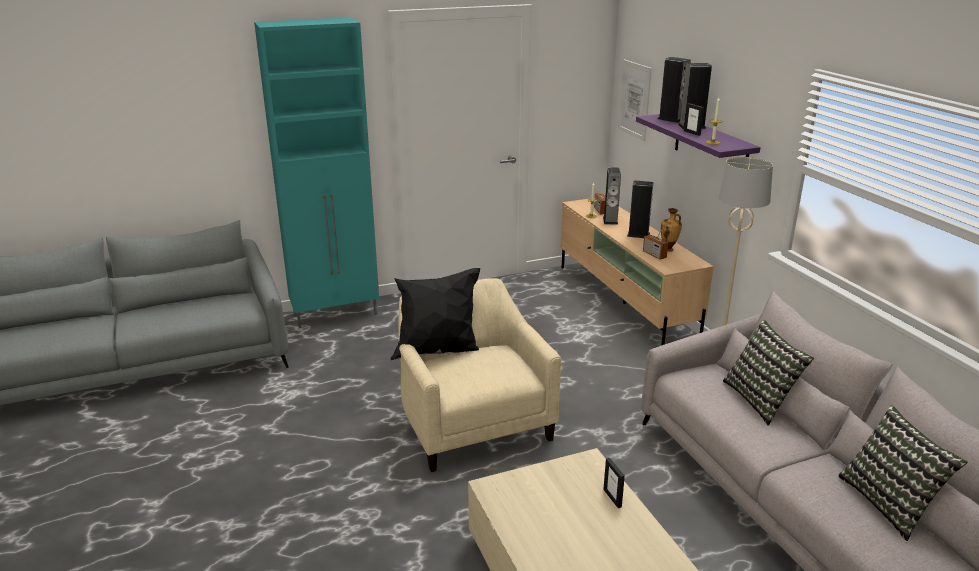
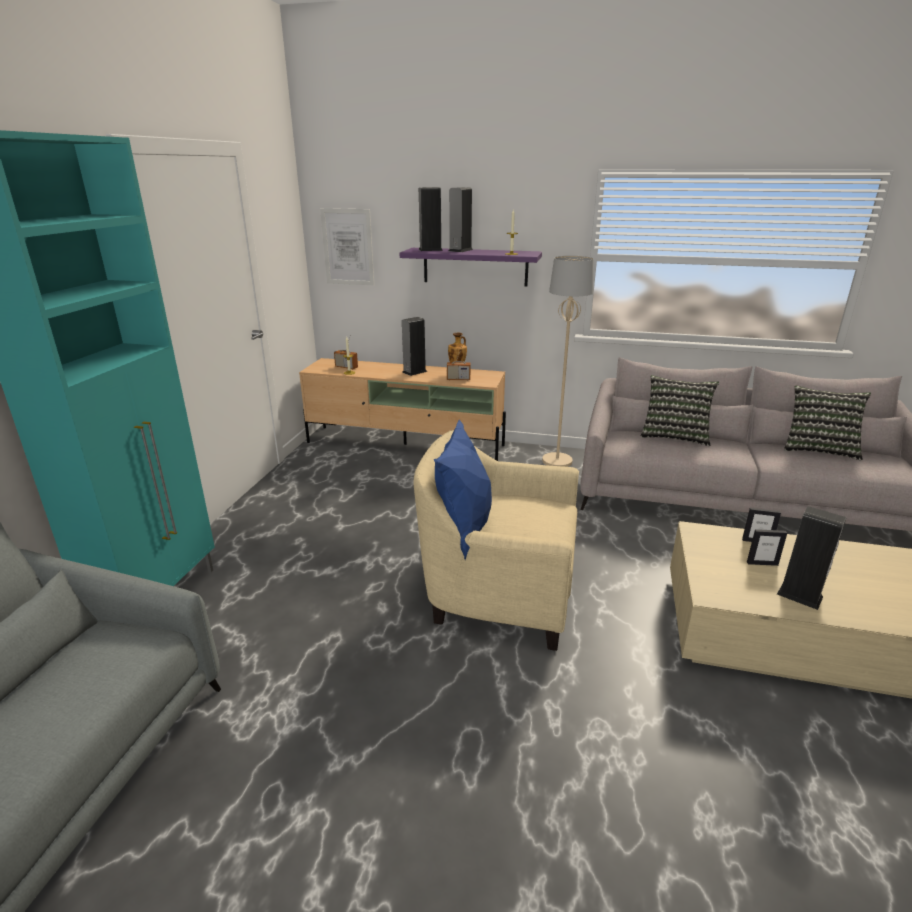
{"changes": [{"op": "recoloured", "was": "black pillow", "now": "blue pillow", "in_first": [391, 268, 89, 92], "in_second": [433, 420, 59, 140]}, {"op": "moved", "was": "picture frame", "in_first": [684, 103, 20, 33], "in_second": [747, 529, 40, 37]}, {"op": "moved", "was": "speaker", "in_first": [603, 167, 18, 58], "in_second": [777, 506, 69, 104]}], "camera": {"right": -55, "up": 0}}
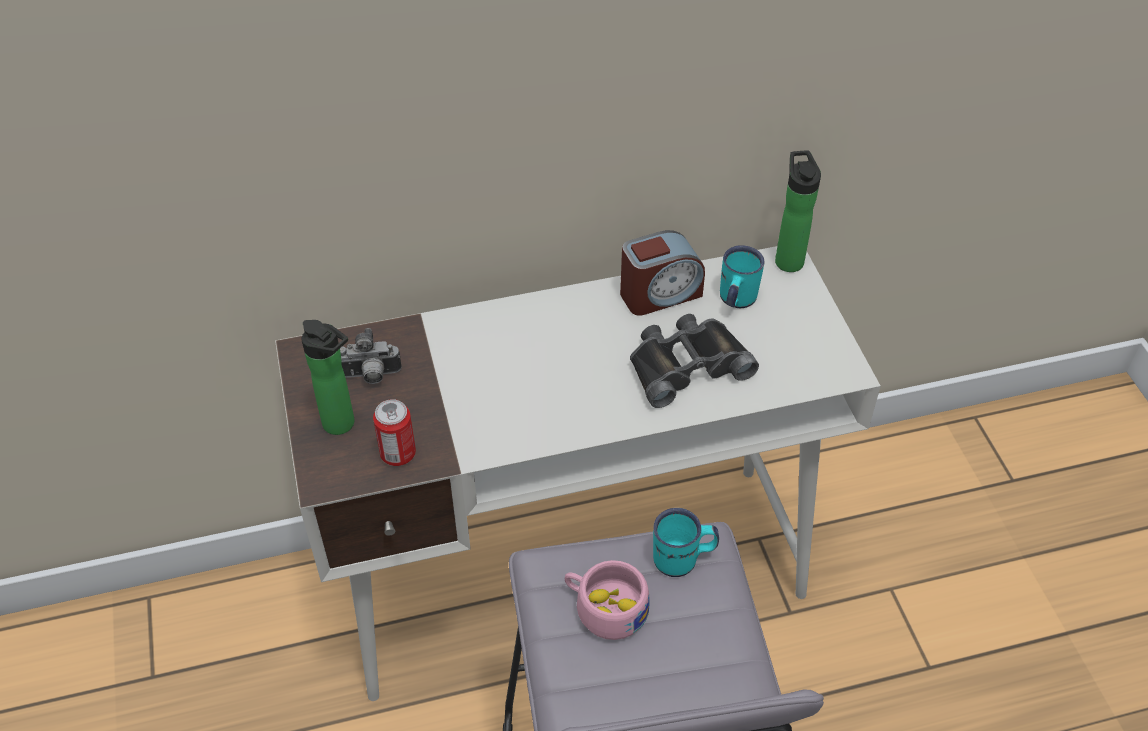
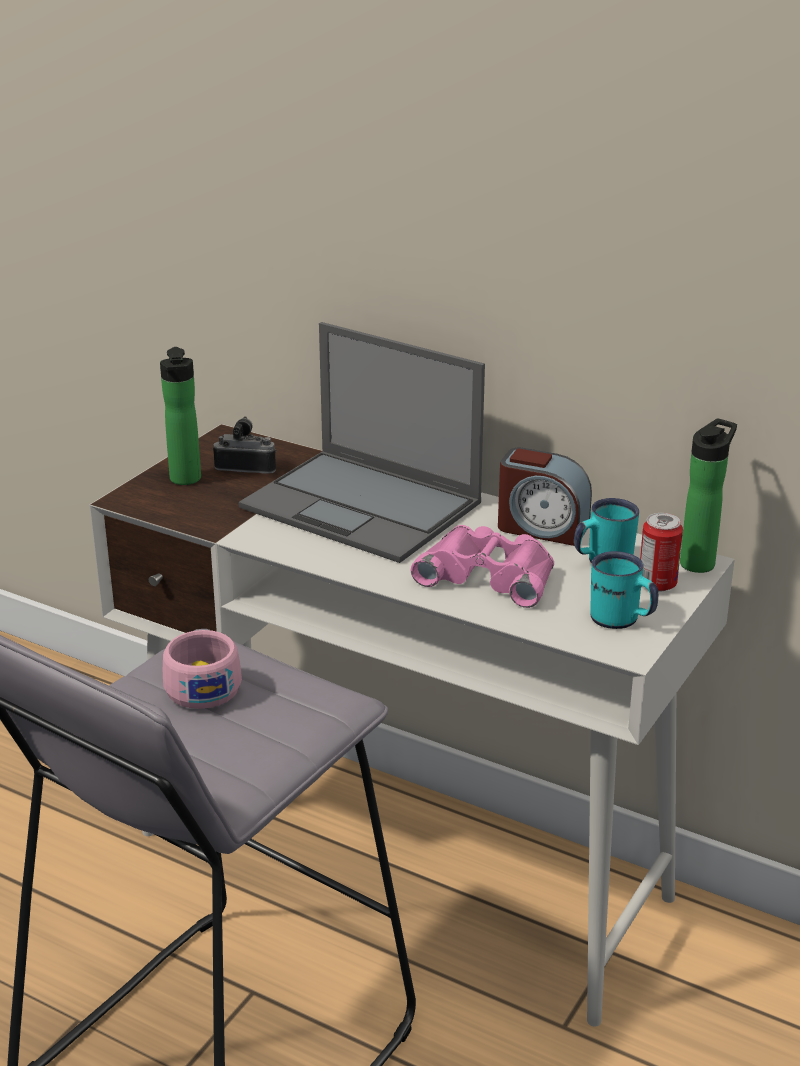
{"changes": [{"op": "turned", "was": "photo camera", "in_first": [340, 328, 62, 56], "in_second": [213, 416, 64, 58], "clockwise": 150}, {"op": "added", "now": "laptop", "in_second": [238, 322, 247, 241]}, {"op": "recoloured", "was": "black binoculars", "now": "pink binoculars", "in_first": [630, 314, 129, 94], "in_second": [411, 525, 143, 83]}, {"op": "moved", "was": "turquoise mug", "in_first": [653, 508, 66, 69], "in_second": [590, 551, 68, 78]}, {"op": "moved", "was": "can", "in_first": [373, 399, 43, 67], "in_second": [640, 513, 43, 79]}], "camera": {"right": 45, "up": -20}}
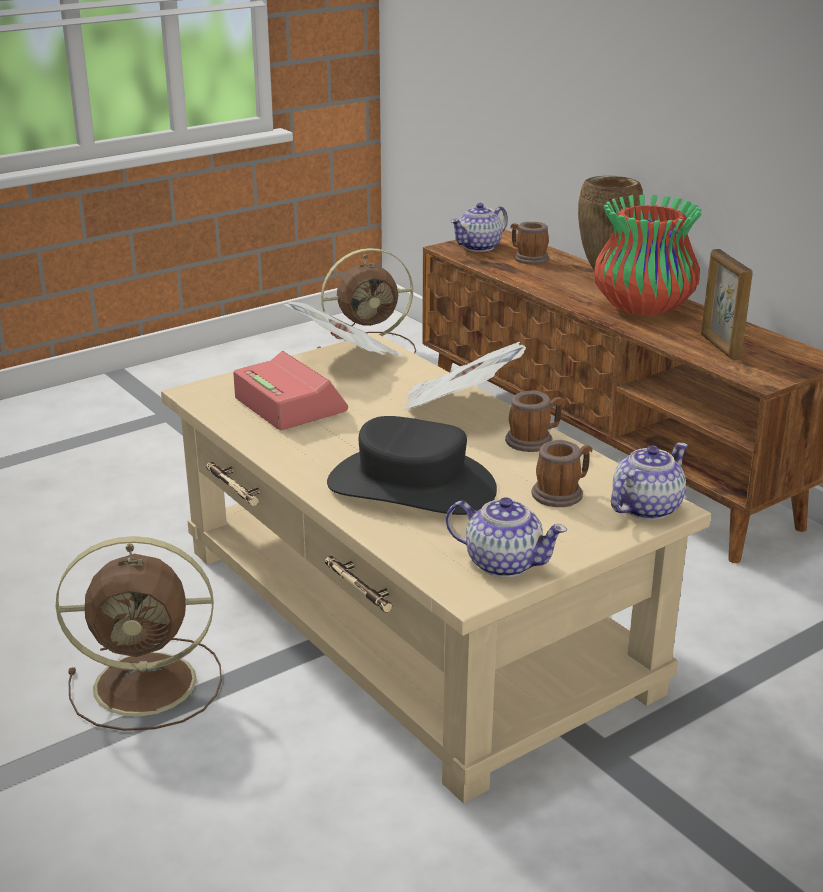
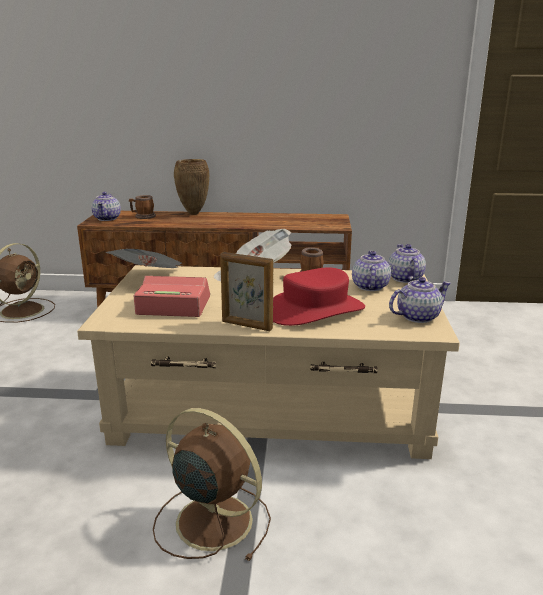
{"changes": [{"op": "turned", "was": "brown fan", "in_first": [56, 536, 166, 195], "in_second": [153, 408, 118, 153], "clockwise": -90}, {"op": "moved", "was": "picture frame", "in_first": [701, 249, 51, 111], "in_second": [220, 252, 53, 79]}, {"op": "recoloured", "was": "black hat", "now": "red hat", "in_first": [327, 416, 170, 99], "in_second": [273, 267, 92, 59]}, {"op": "replaced", "was": "mug", "now": "teapot", "in_first": [531, 440, 61, 67], "in_second": [352, 251, 39, 40]}, {"op": "removed", "was": "vase", "in_first": [594, 194, 108, 121]}], "camera": {"right": -50, "up": -5}}
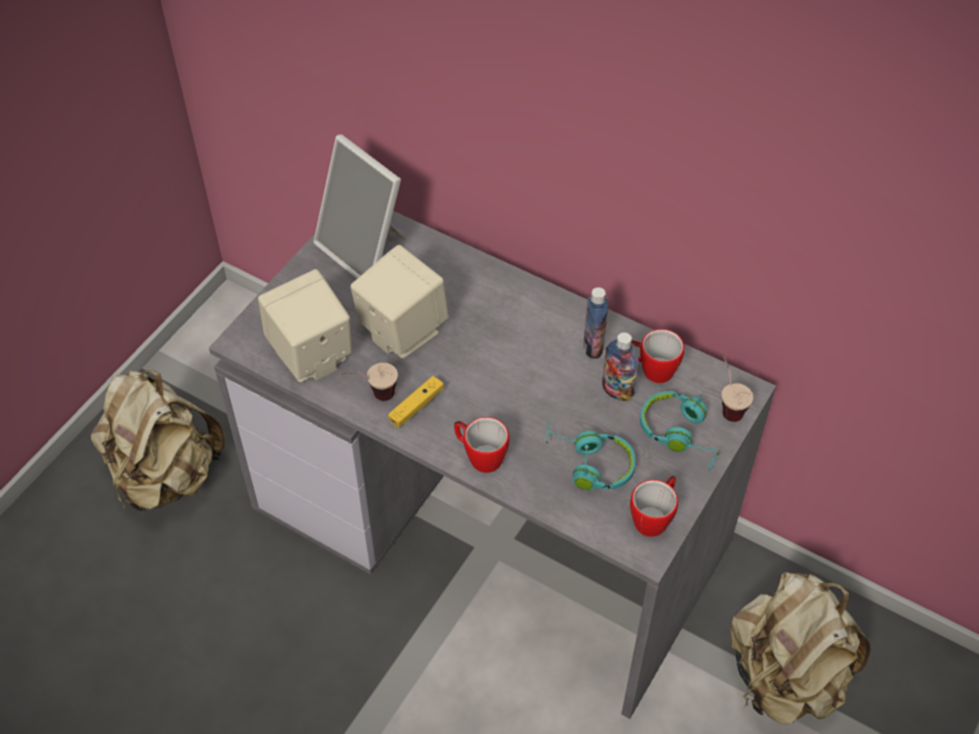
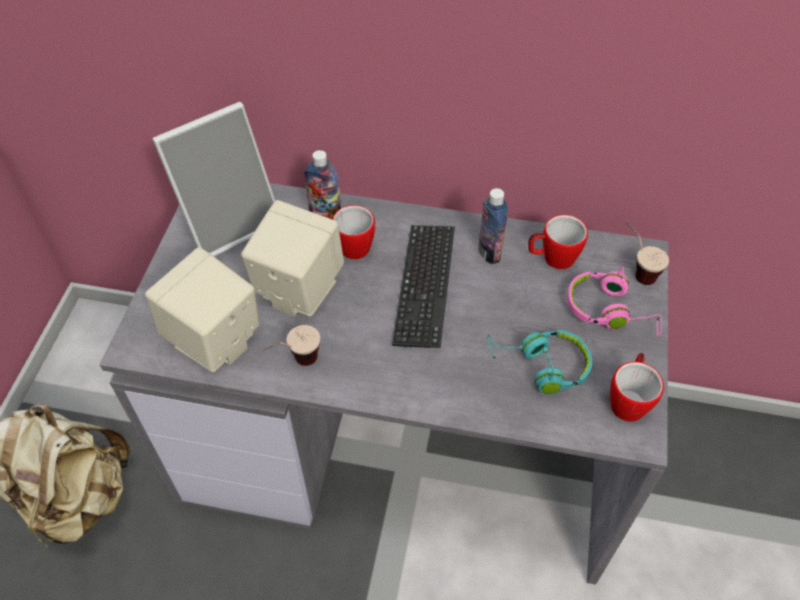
{"changes": [{"op": "turned", "was": "picture frame", "in_first": [313, 134, 93, 145], "in_second": [152, 102, 123, 155], "clockwise": -60}, {"op": "moved", "was": "bottle", "in_first": [602, 332, 36, 69], "in_second": [304, 150, 37, 68]}, {"op": "moved", "was": "mug", "in_first": [454, 417, 55, 56], "in_second": [324, 205, 51, 54]}, {"op": "added", "now": "keyboard", "in_second": [392, 225, 63, 123]}, {"op": "recoloured", "was": "turquoise headphones", "now": "pink headphones", "in_first": [640, 391, 80, 79], "in_second": [567, 266, 95, 71]}, {"op": "removed", "was": "yellow game controller", "in_first": [388, 376, 56, 52]}, {"op": "removed", "was": "beige backpack", "in_first": [730, 572, 141, 152]}], "camera": {"right": -20, "up": 0}}
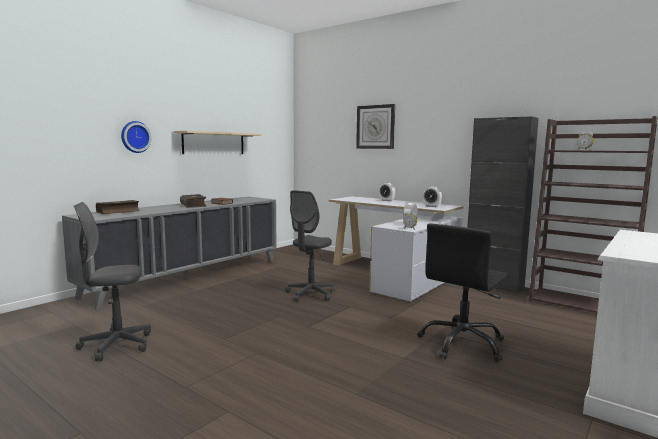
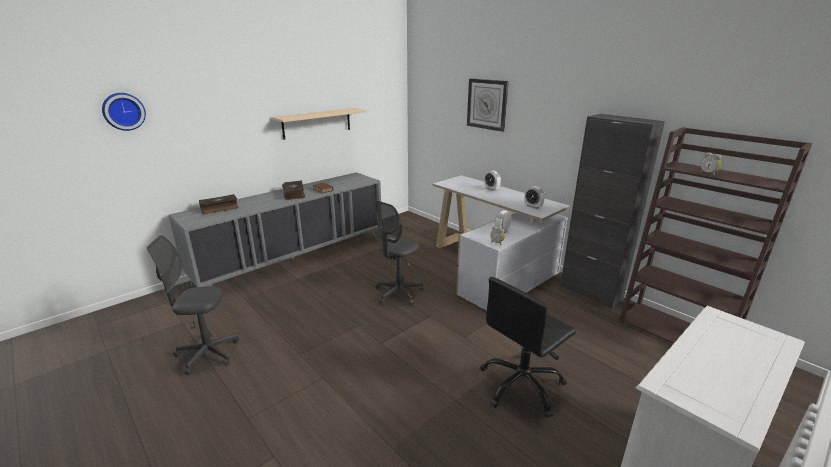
{"changes": [{"op": "moved", "was": "wall clock", "in_first": [121, 121, 31, 32], "in_second": [102, 93, 44, 38]}], "camera": {"right": 10, "up": 15}}
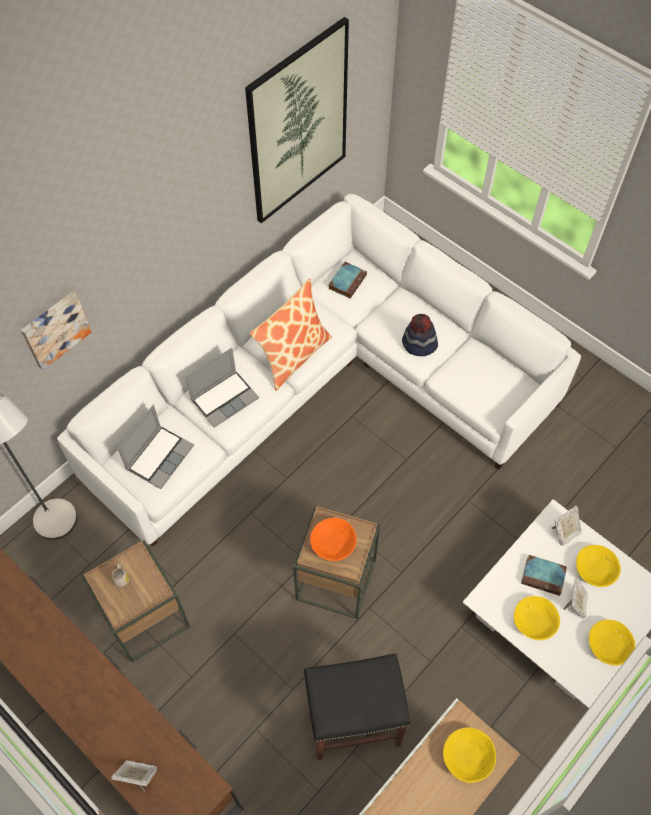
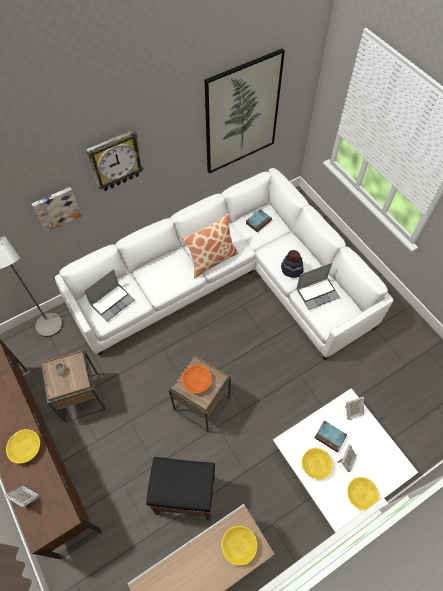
{"changes": [{"op": "moved", "was": "yellow bowl", "in_first": [576, 545, 45, 42], "in_second": [6, 429, 34, 35]}, {"op": "added", "now": "wall clock", "in_second": [86, 129, 58, 62]}, {"op": "moved", "was": "laptop", "in_first": [185, 348, 74, 80], "in_second": [297, 263, 43, 47]}], "camera": {"right": 15, "up": 0}}
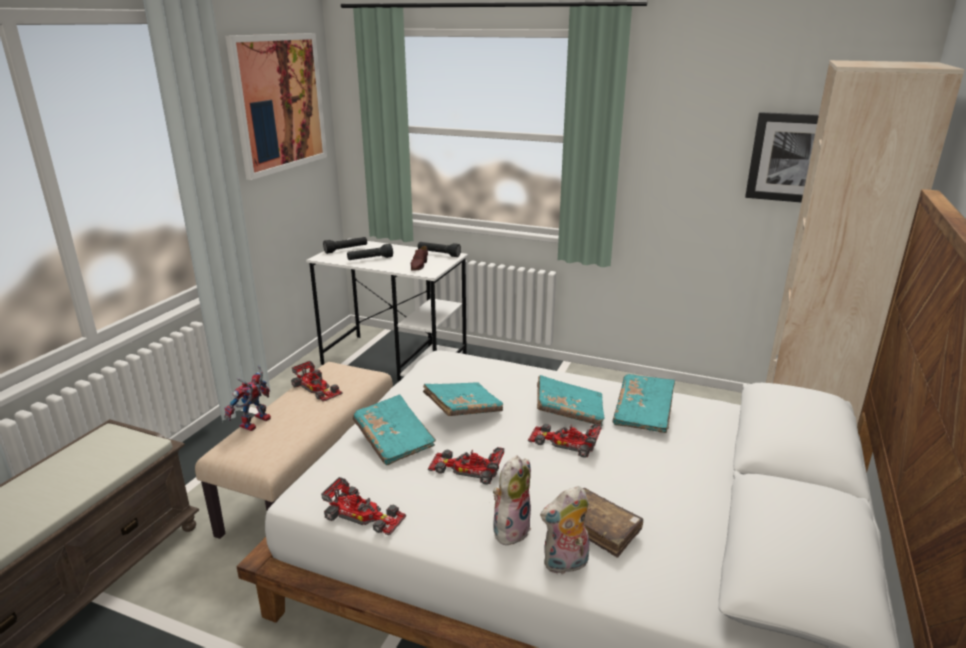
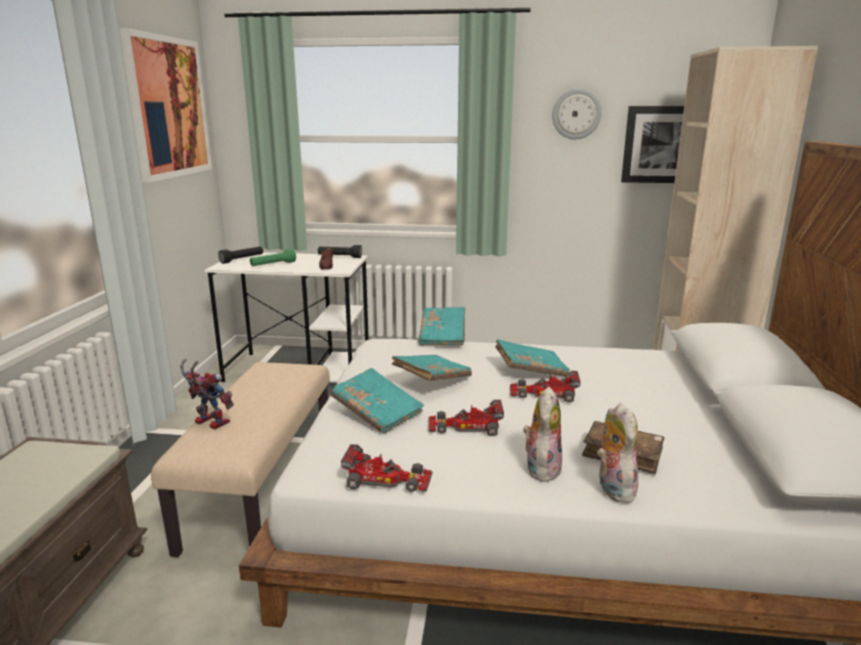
{"changes": [{"op": "turned", "was": "toy robot", "in_first": [224, 365, 47, 66], "in_second": [180, 359, 54, 70], "clockwise": 105}, {"op": "recoloured", "was": "black flashlight", "now": "green flashlight", "in_first": [347, 244, 46, 16], "in_second": [250, 249, 46, 17]}, {"op": "moved", "was": "turquoise book", "in_first": [613, 374, 62, 59], "in_second": [418, 307, 47, 38]}, {"op": "added", "now": "wall clock", "in_second": [552, 88, 50, 51]}, {"op": "turned", "was": "plush toy", "in_first": [540, 486, 49, 88], "in_second": [597, 403, 41, 100], "clockwise": 120}, {"op": "removed", "was": "toy car", "in_first": [291, 361, 52, 40]}], "camera": {"right": -15, "up": -5}}
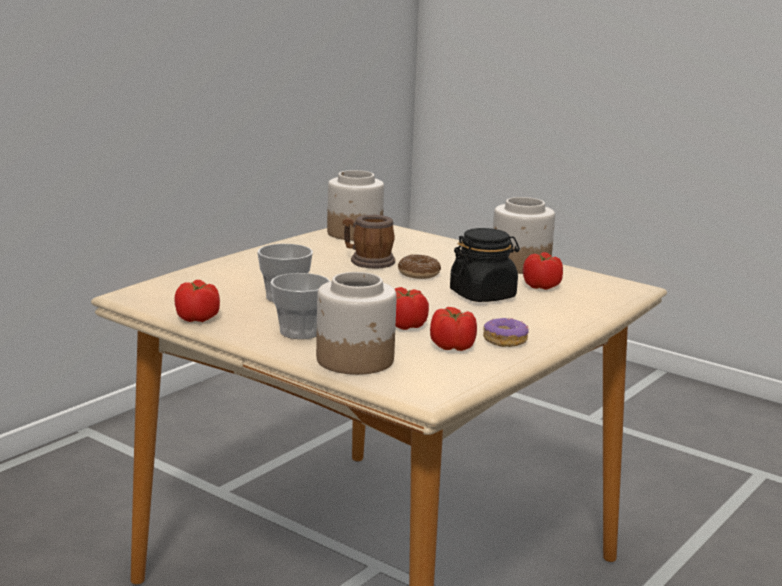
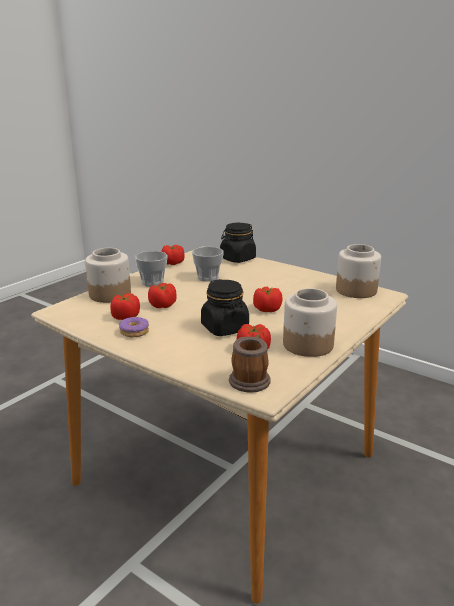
{"changes": [{"op": "added", "now": "black jar", "in_second": [220, 223, 36, 40]}, {"op": "moved", "was": "mug", "in_first": [342, 215, 53, 54], "in_second": [229, 335, 42, 58]}, {"op": "replaced", "was": "donut", "now": "tomato", "in_first": [398, 254, 43, 25], "in_second": [253, 287, 29, 25]}], "camera": {"right": 90, "up": 5}}
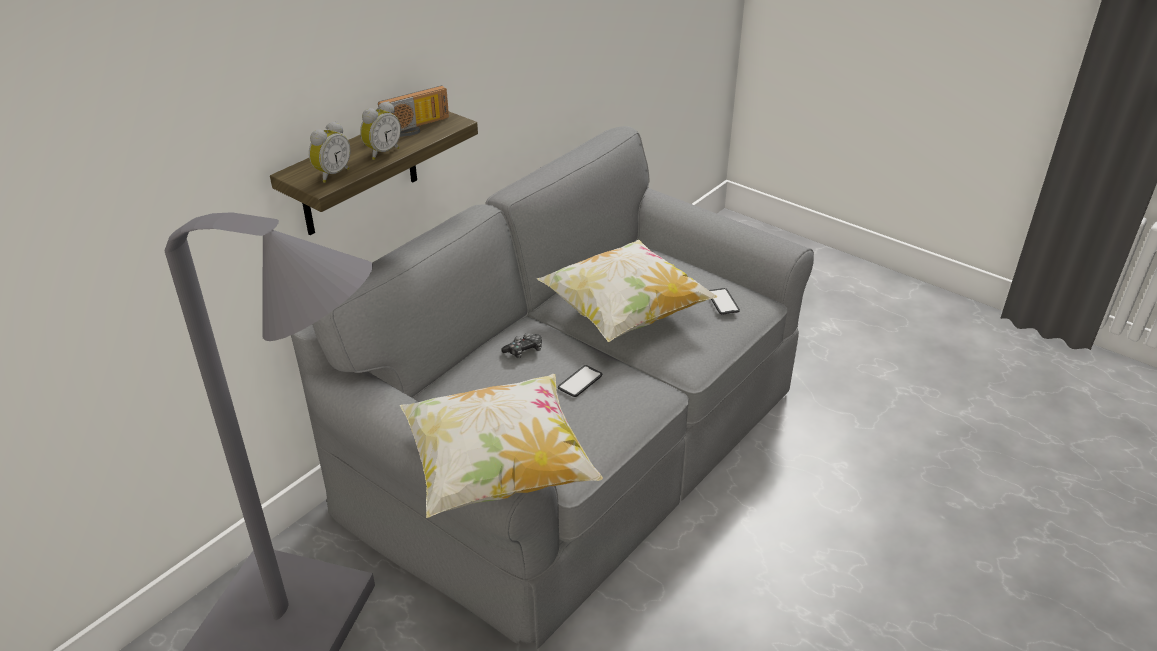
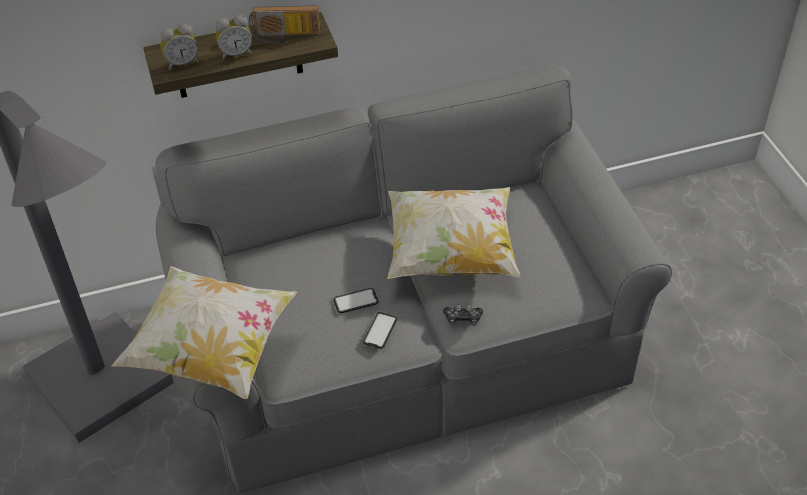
{"changes": [{"op": "moved", "was": "phone", "in_first": [709, 288, 31, 27], "in_second": [363, 312, 34, 37]}, {"op": "moved", "was": "game controller", "in_first": [501, 333, 41, 25], "in_second": [443, 304, 40, 22]}], "camera": {"right": 35, "up": 10}}
